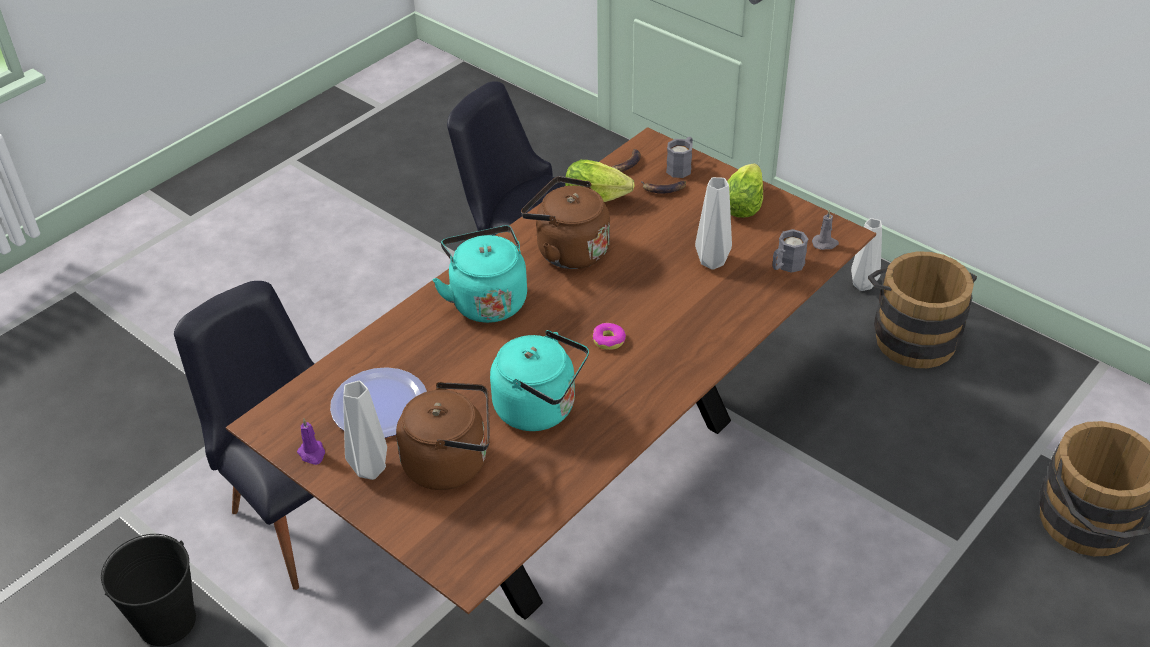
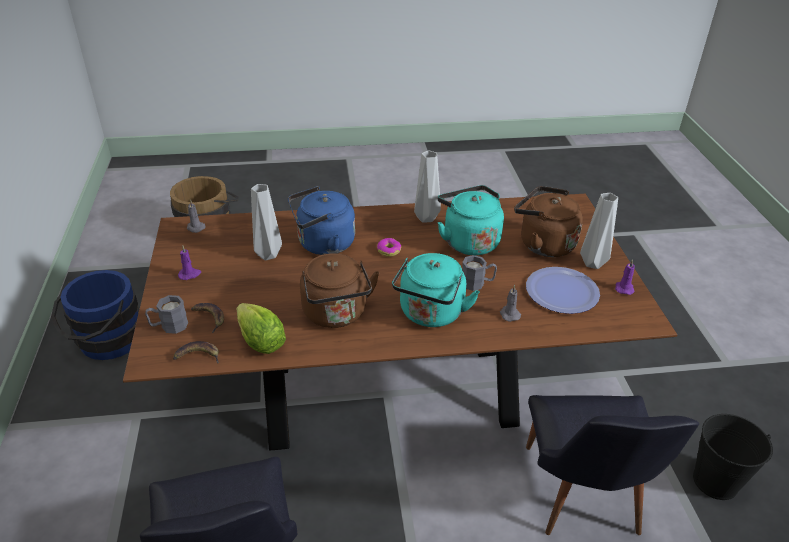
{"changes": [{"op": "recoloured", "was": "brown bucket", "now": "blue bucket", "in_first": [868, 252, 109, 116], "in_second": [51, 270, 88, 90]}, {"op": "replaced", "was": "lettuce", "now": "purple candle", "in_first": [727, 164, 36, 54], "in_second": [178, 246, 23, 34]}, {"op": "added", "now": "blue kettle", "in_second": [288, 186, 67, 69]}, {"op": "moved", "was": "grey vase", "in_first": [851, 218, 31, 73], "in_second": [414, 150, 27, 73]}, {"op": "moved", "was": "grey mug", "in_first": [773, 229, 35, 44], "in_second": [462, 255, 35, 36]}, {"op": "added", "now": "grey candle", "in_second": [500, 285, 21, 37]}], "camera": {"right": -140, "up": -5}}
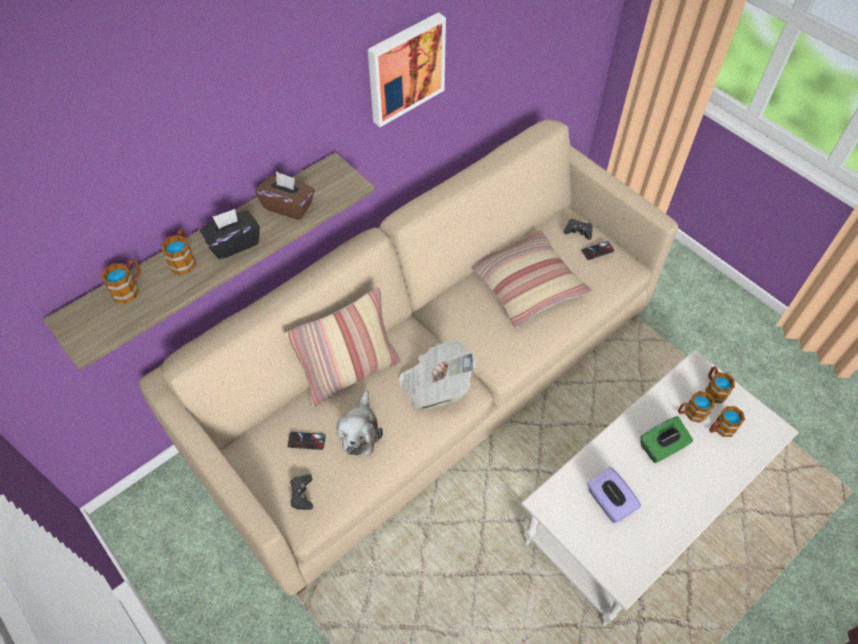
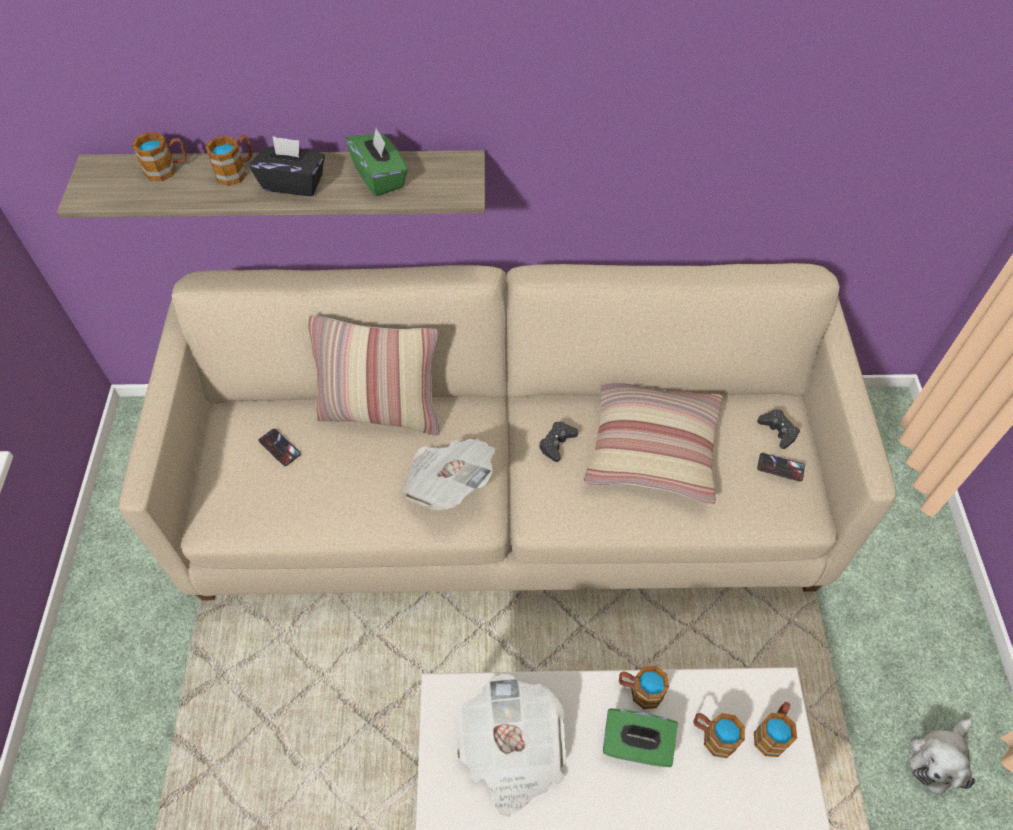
{"changes": [{"op": "recoloured", "was": "brown tissue box", "now": "green tissue box", "in_first": [255, 171, 60, 49], "in_second": [346, 127, 62, 69]}, {"op": "replaced", "was": "purple tissue box", "now": "newspaper", "in_first": [587, 467, 54, 56], "in_second": [456, 673, 110, 144]}, {"op": "moved", "was": "black game controller", "in_first": [290, 474, 23, 36], "in_second": [539, 422, 39, 40]}, {"op": "moved", "was": "mug", "in_first": [709, 406, 36, 31], "in_second": [619, 666, 50, 43]}, {"op": "moved", "was": "plush toy", "in_first": [337, 390, 46, 66], "in_second": [910, 719, 65, 76]}, {"op": "removed", "was": "picture", "in_first": [368, 12, 78, 115]}], "camera": {"right": 40, "up": 0}}
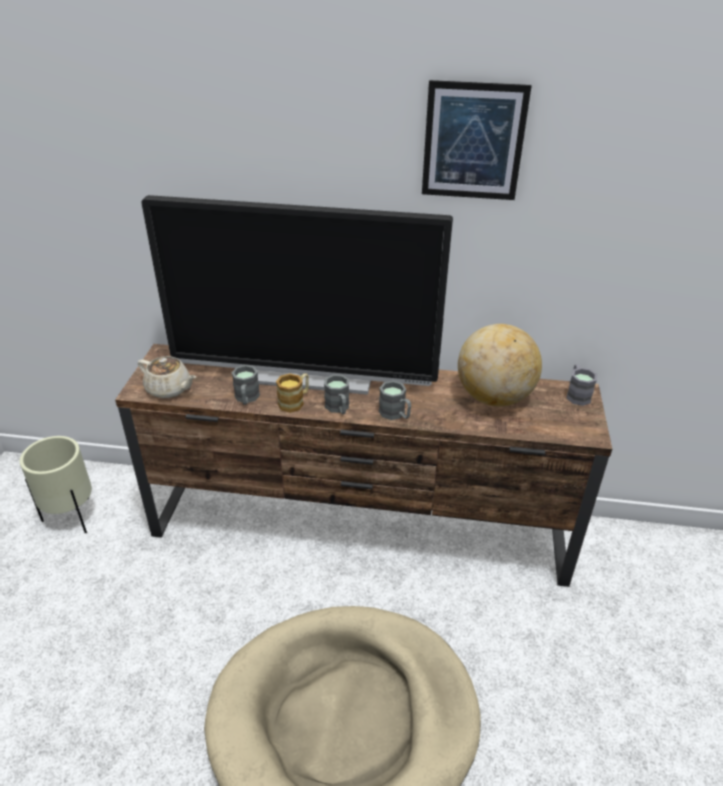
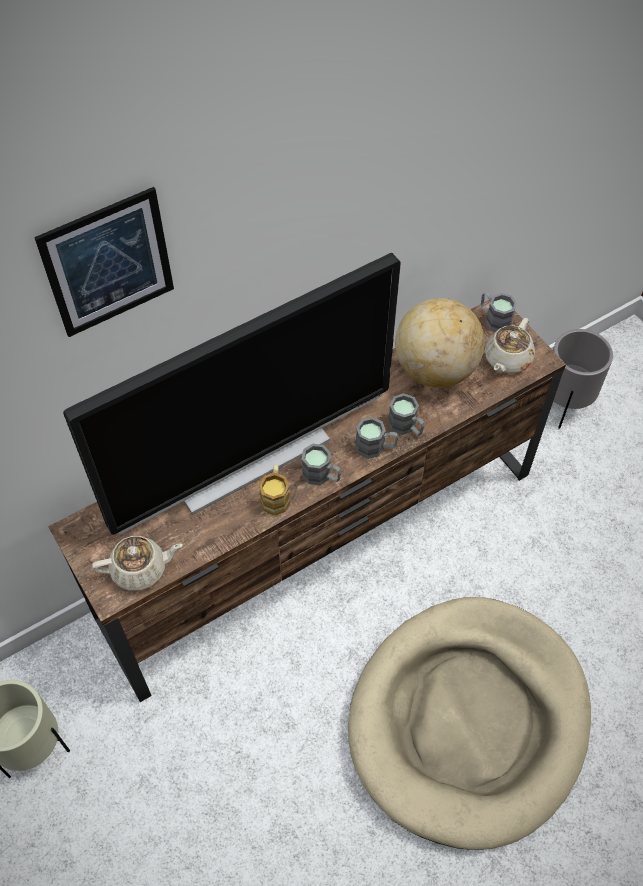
{"changes": [{"op": "moved", "was": "picture", "in_first": [422, 80, 110, 120], "in_second": [34, 187, 140, 150]}, {"op": "moved", "was": "grey mug", "in_first": [232, 365, 28, 40], "in_second": [388, 393, 37, 42]}, {"op": "added", "now": "beige teapot", "in_second": [485, 318, 50, 56]}, {"op": "added", "now": "grey planter", "in_second": [553, 329, 60, 100]}], "camera": {"right": -40, "up": 20}}
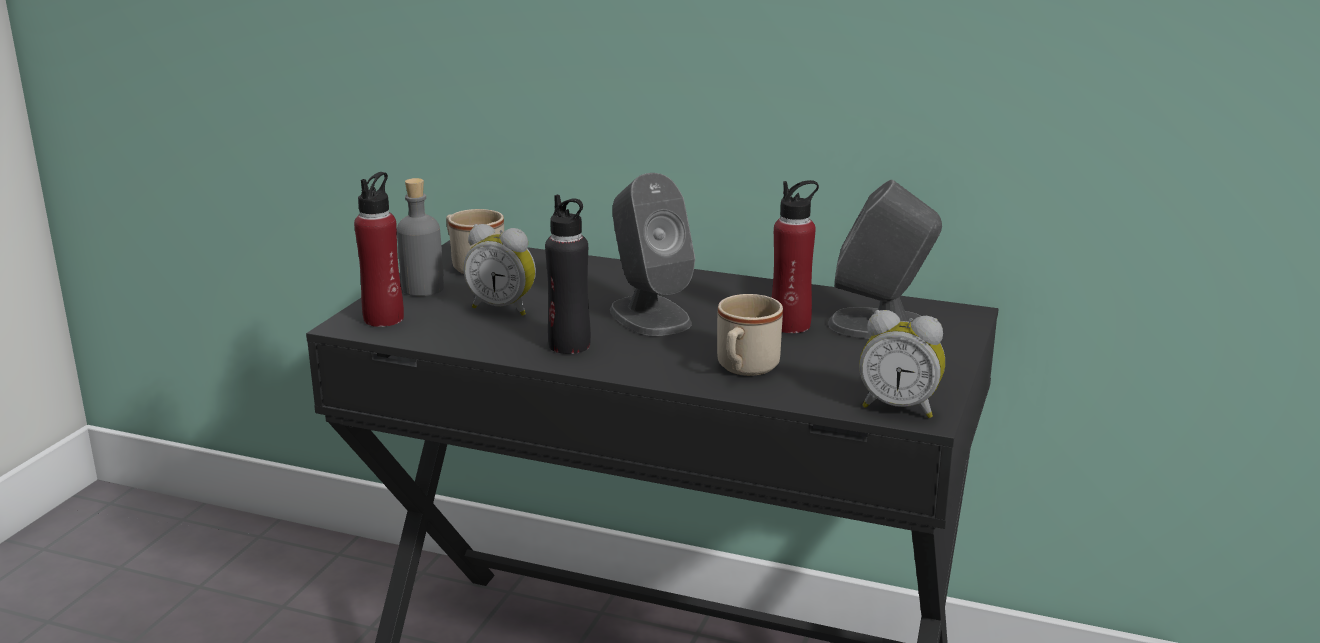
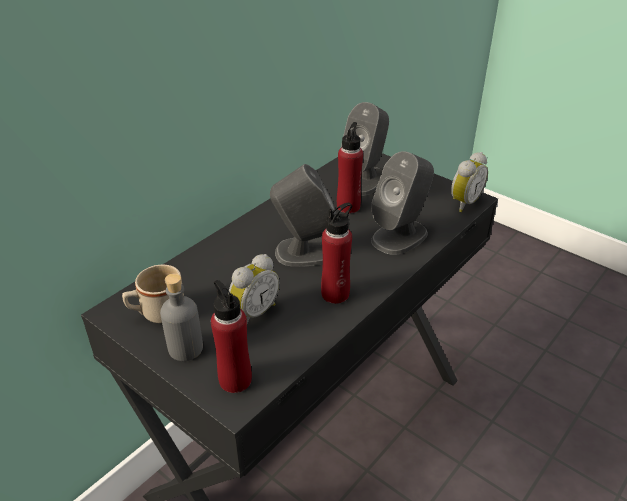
{"changes": [{"op": "recoloured", "was": "black bottle", "now": "red bottle", "in_first": [545, 195, 46, 159], "in_second": [321, 203, 32, 101]}, {"op": "replaced", "was": "beige mug", "now": "grey speaker", "in_first": [717, 294, 66, 82], "in_second": [371, 151, 63, 104]}], "camera": {"right": -70, "up": 15}}
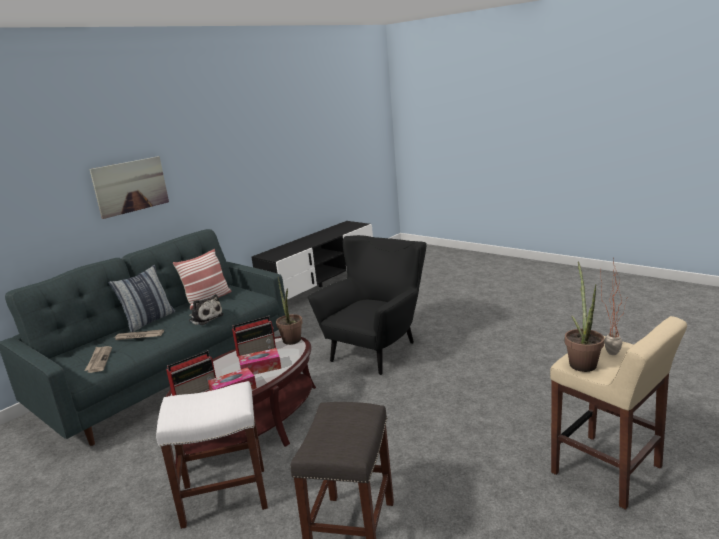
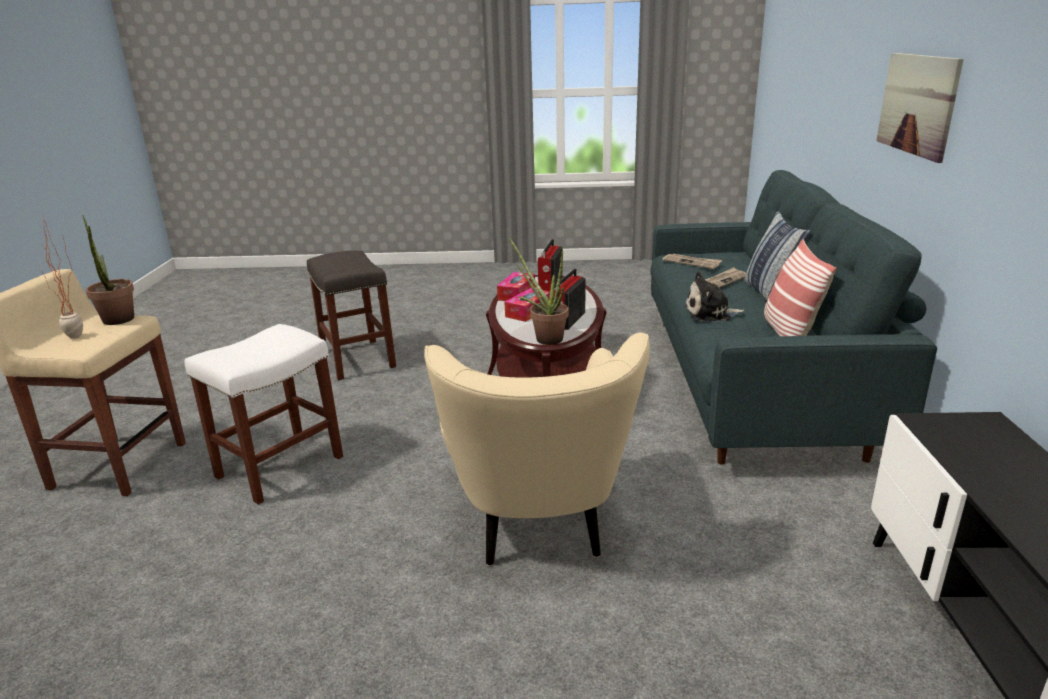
{"changes": [{"op": "moved", "was": "white stool", "in_first": [156, 381, 112, 148], "in_second": [185, 324, 158, 180]}, {"op": "recoloured", "was": "black armchair", "now": "beige armchair", "in_first": [307, 235, 120, 140], "in_second": [425, 332, 225, 234]}], "camera": {"right": 140, "up": 5}}
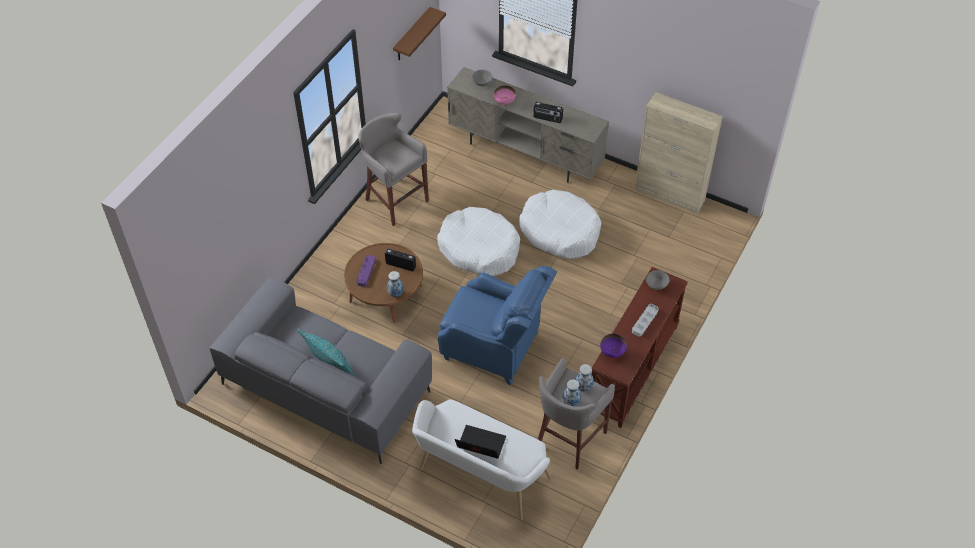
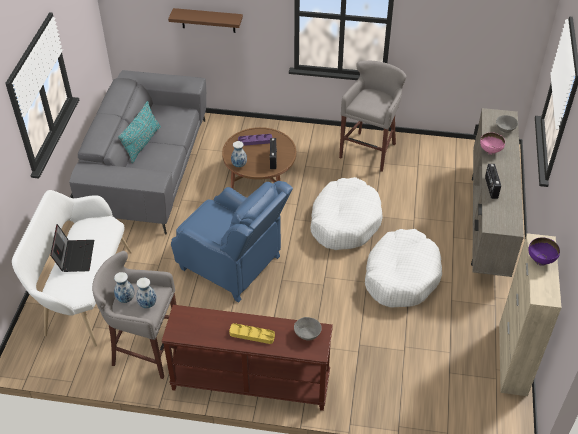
{"changes": [{"op": "moved", "was": "brown shelf", "in_first": [393, 7, 53, 53], "in_second": [168, 8, 75, 25]}, {"op": "turned", "was": "blue armchair", "in_first": [438, 266, 119, 119], "in_second": [171, 181, 122, 122], "clockwise": -60}, {"op": "recoloured", "was": "grey tray", "now": "yellow tray", "in_first": [632, 304, 27, 33], "in_second": [229, 323, 46, 21]}, {"op": "moved", "was": "purple bowl", "in_first": [600, 334, 27, 24], "in_second": [528, 237, 32, 29]}], "camera": {"right": 70, "up": -5}}
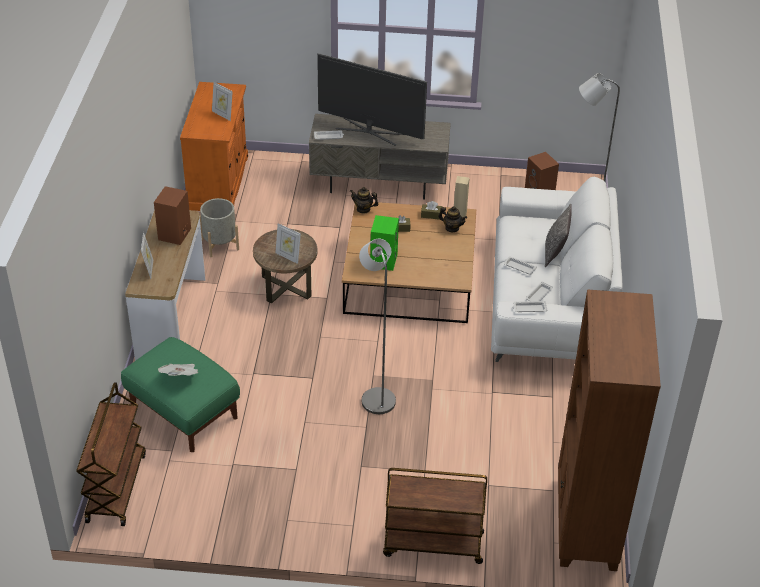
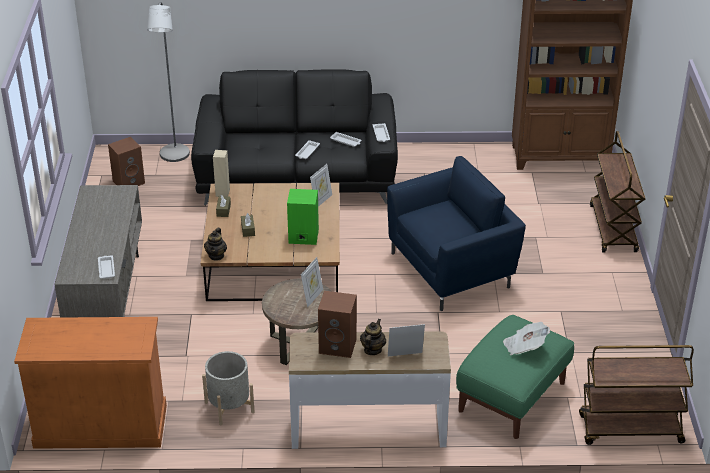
{"changes": [{"op": "recoloured", "was": "white sofa", "now": "black sofa", "in_first": [491, 177, 131, 185], "in_second": [191, 69, 207, 136]}, {"op": "moved", "was": "picture frame", "in_first": [212, 82, 21, 39], "in_second": [310, 164, 22, 43]}, {"op": "moved", "was": "teapot", "in_first": [438, 206, 29, 26], "in_second": [360, 319, 26, 36]}, {"op": "replaced", "was": "grey floor lamp", "now": "blue armchair", "in_first": [359, 239, 37, 175], "in_second": [387, 156, 139, 155]}, {"op": "removed", "was": "television", "in_first": [317, 53, 110, 93]}, {"op": "removed", "was": "pillow", "in_first": [545, 204, 27, 63]}], "camera": {"right": -95, "up": -5}}
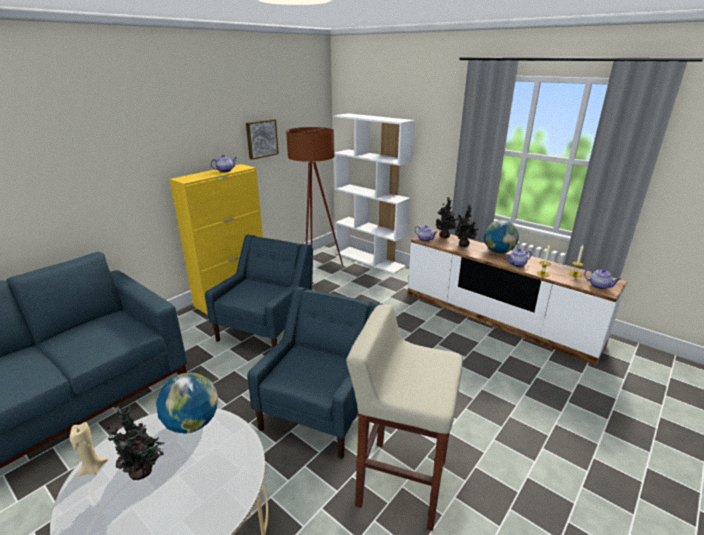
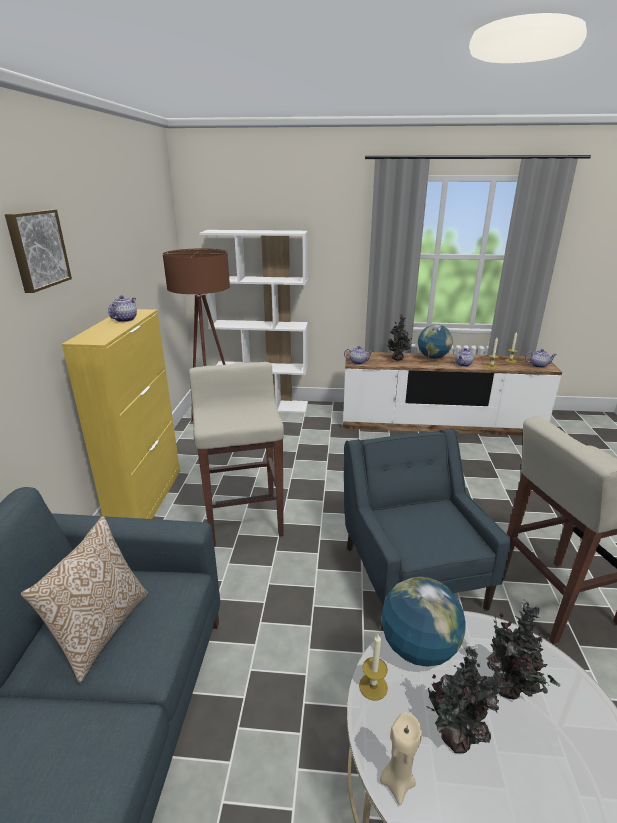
{"changes": [{"op": "moved", "was": "picture", "in_first": [246, 119, 33, 41], "in_second": [5, 209, 67, 84]}, {"op": "added", "now": "pillow", "in_second": [21, 516, 127, 167]}, {"op": "replaced", "was": "blue armchair", "now": "beige stool", "in_first": [205, 234, 108, 114], "in_second": [189, 362, 95, 185]}, {"op": "added", "now": "candle", "in_second": [359, 633, 29, 68]}, {"op": "moved", "was": "potted plant", "in_first": [436, 197, 21, 41], "in_second": [486, 599, 75, 100]}], "camera": {"right": -35, "up": 0}}
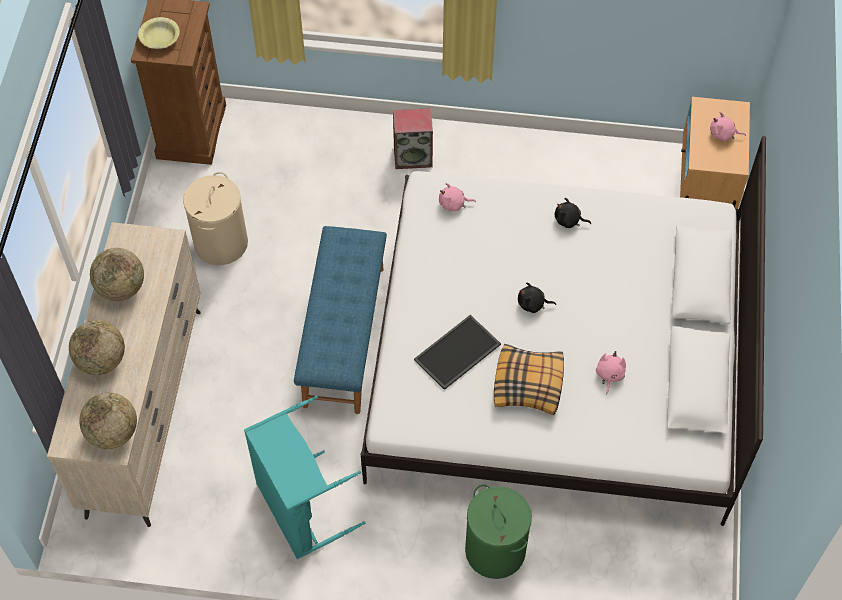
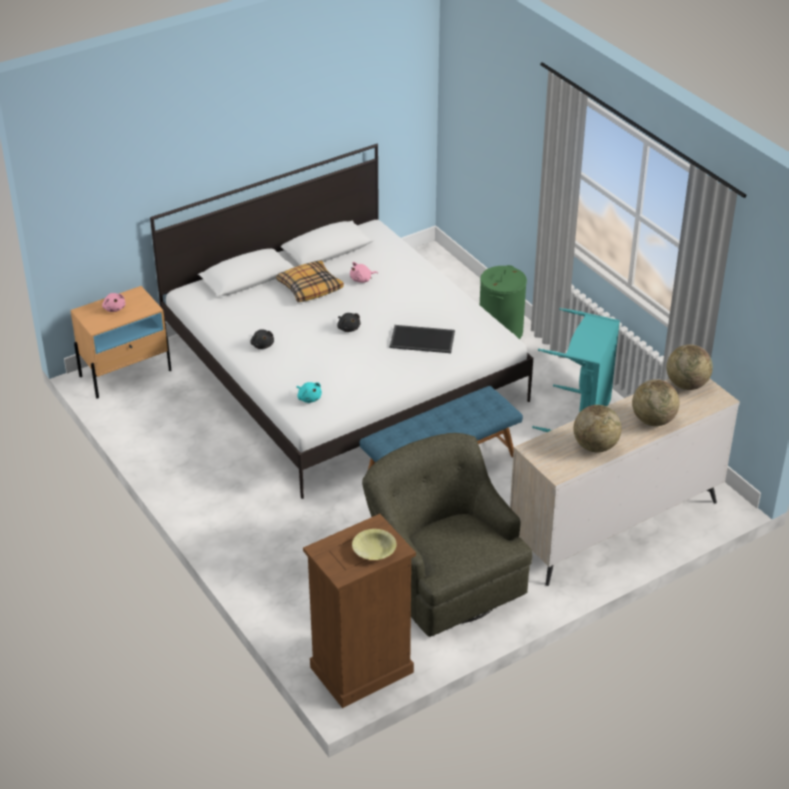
{"changes": [{"op": "moved", "was": "pillow", "in_first": [494, 344, 70, 71], "in_second": [276, 260, 68, 42]}, {"op": "recoloured", "was": "pink plush toy", "now": "turquoise plush toy", "in_first": [439, 183, 37, 29], "in_second": [296, 382, 26, 21]}, {"op": "replaced", "was": "beige laundry basket", "now": "green armchair", "in_first": [183, 172, 65, 93], "in_second": [362, 433, 170, 204]}, {"op": "removed", "was": "speaker", "in_first": [393, 108, 40, 61]}], "camera": {"right": -130, "up": -20}}
